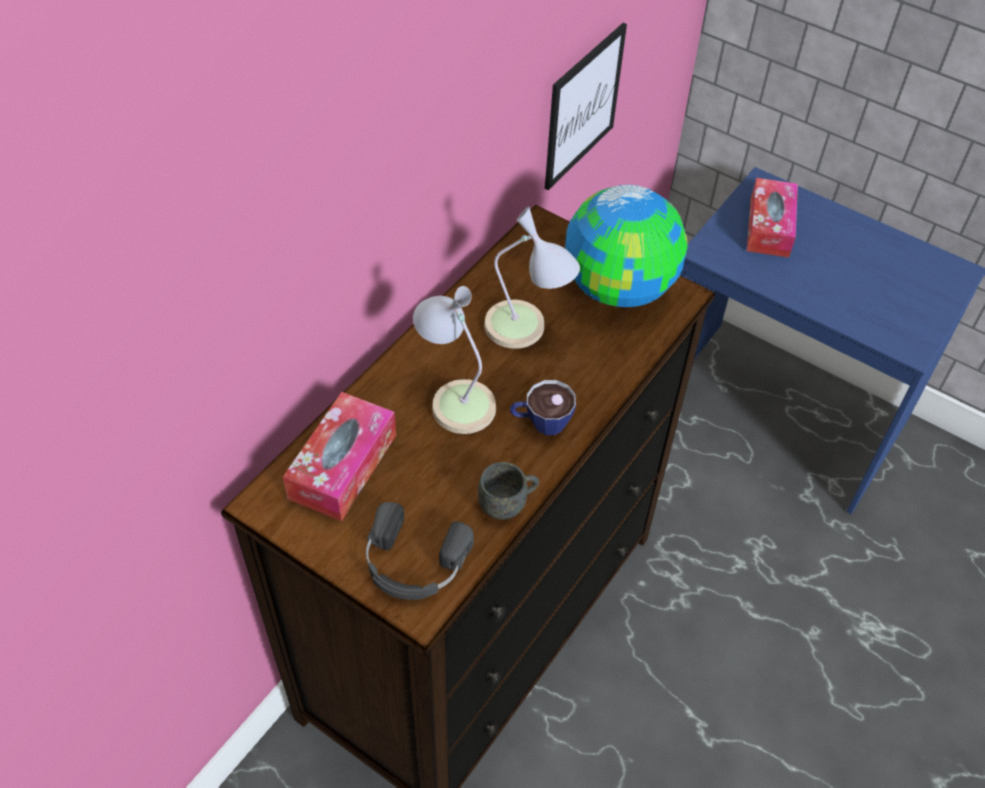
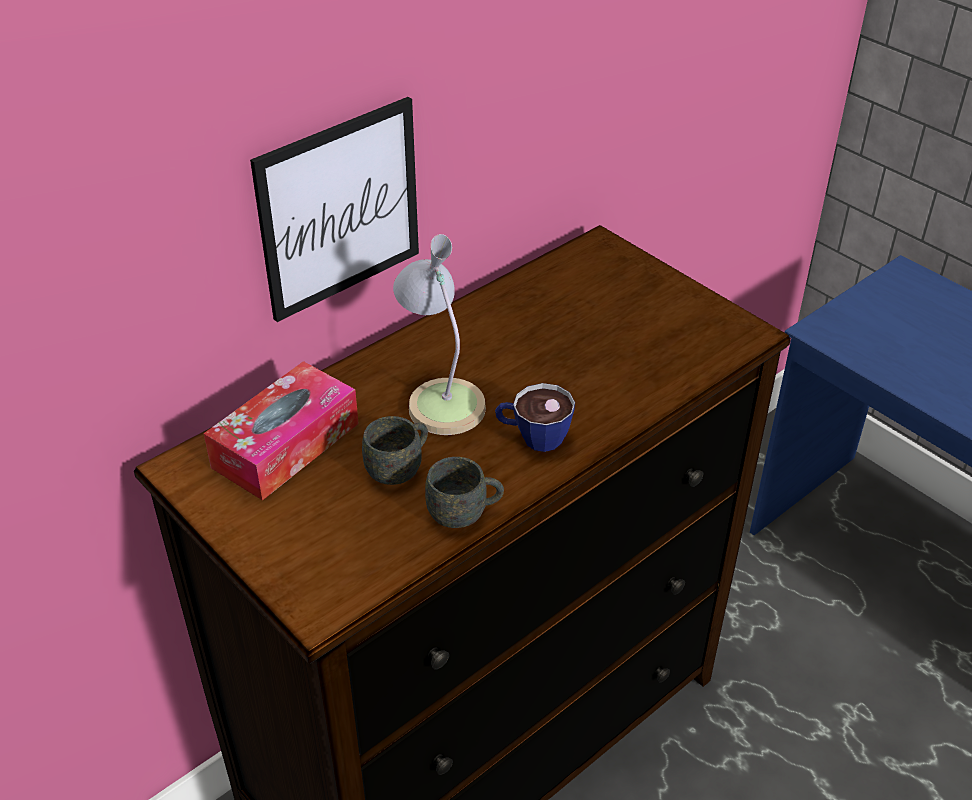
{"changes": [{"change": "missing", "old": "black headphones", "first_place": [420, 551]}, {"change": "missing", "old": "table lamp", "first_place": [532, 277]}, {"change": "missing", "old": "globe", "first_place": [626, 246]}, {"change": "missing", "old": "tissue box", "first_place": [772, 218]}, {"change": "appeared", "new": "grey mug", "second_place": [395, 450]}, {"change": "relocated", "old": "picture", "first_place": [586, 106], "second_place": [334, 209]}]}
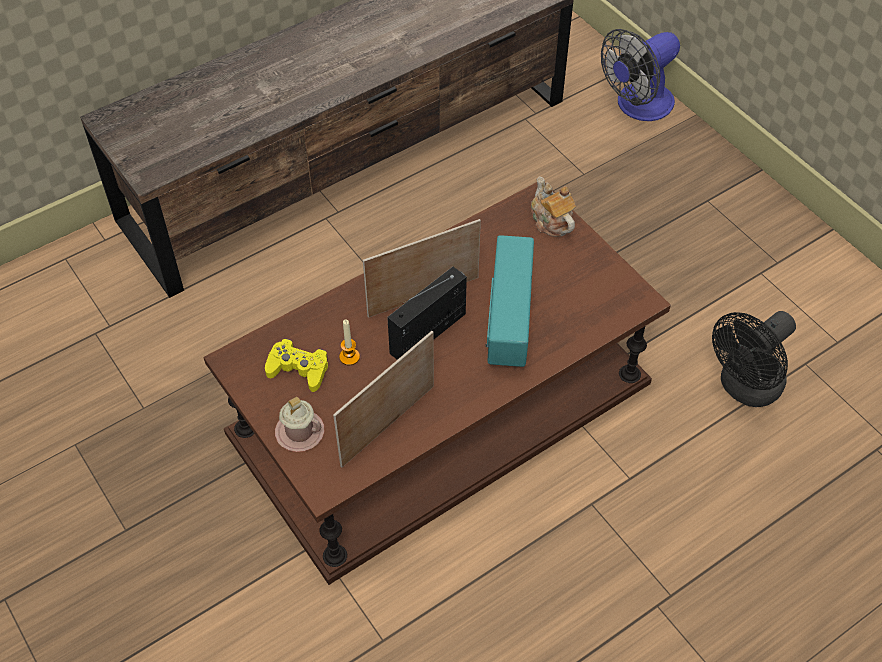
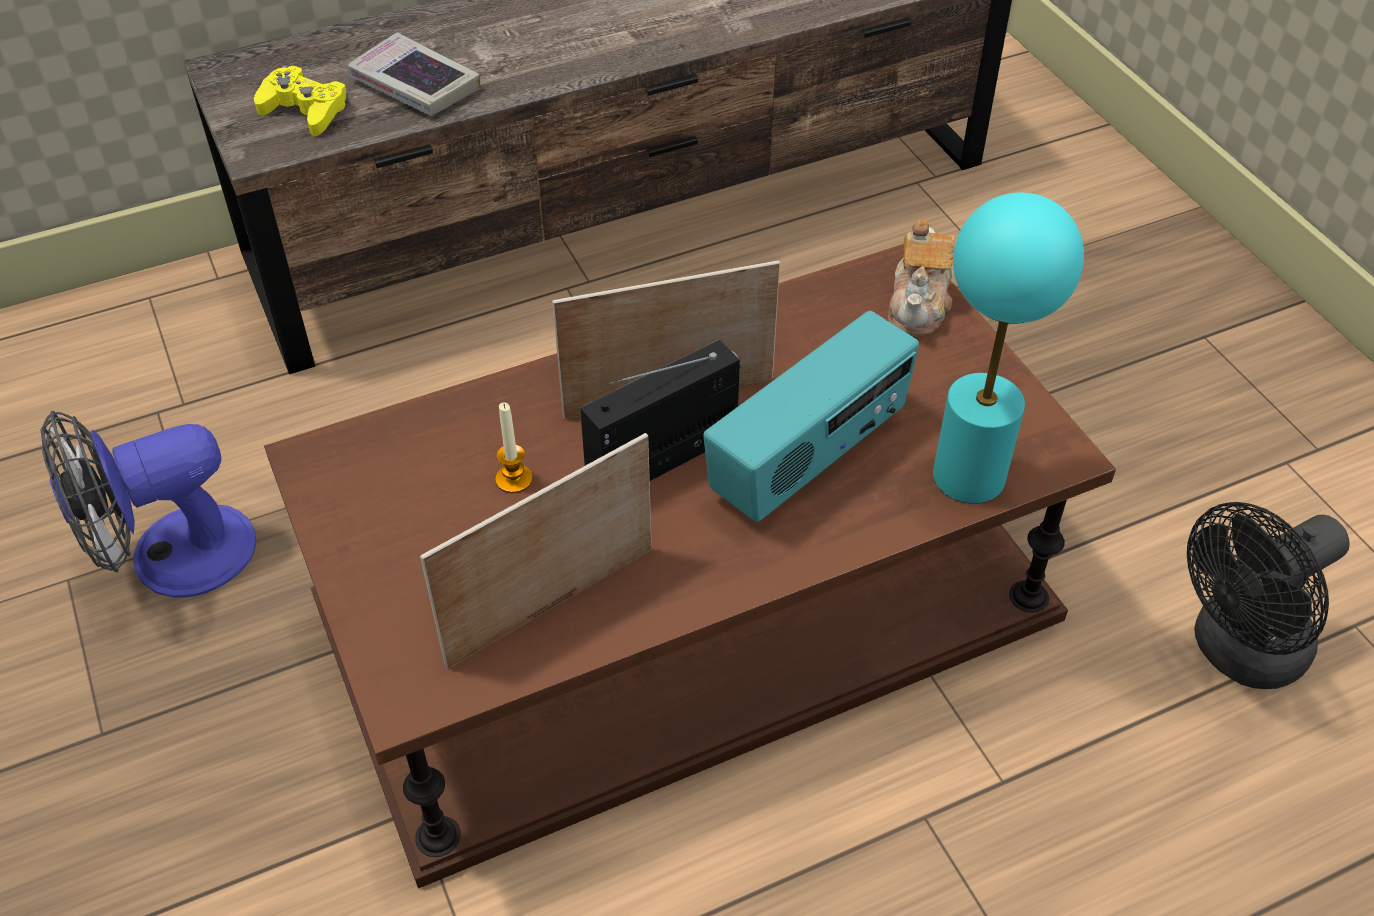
{"changes": [{"change": "missing", "old": "pink mug", "first_place": [299, 424]}, {"change": "appeared", "new": "book", "second_place": [414, 74]}, {"change": "appeared", "new": "turquoise table lamp", "second_place": [1008, 348]}, {"change": "relocated", "old": "yellow game controller", "first_place": [296, 365], "second_place": [302, 101]}, {"change": "relocated", "old": "fan", "first_place": [640, 75], "second_place": [148, 504]}, {"change": "spun", "old": "radio", "first_place": [509, 301], "second_place": [811, 416], "degrees": -150}, {"change": "spun", "old": "teapot", "first_place": [553, 207], "second_place": [921, 278], "degrees": -150}]}
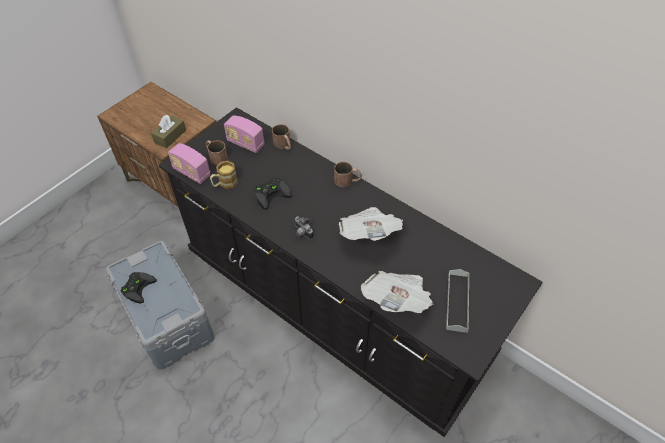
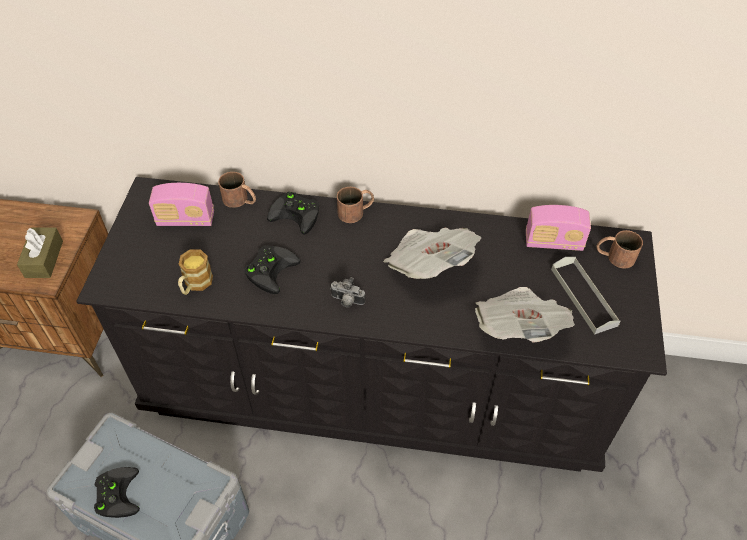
{"changes": [{"change": "appeared", "new": "black game controller", "second_place": [293, 213]}, {"change": "relocated", "old": "radio", "first_place": [189, 163], "second_place": [558, 228]}, {"change": "relocated", "old": "brown mug", "first_place": [217, 152], "second_place": [620, 249]}]}
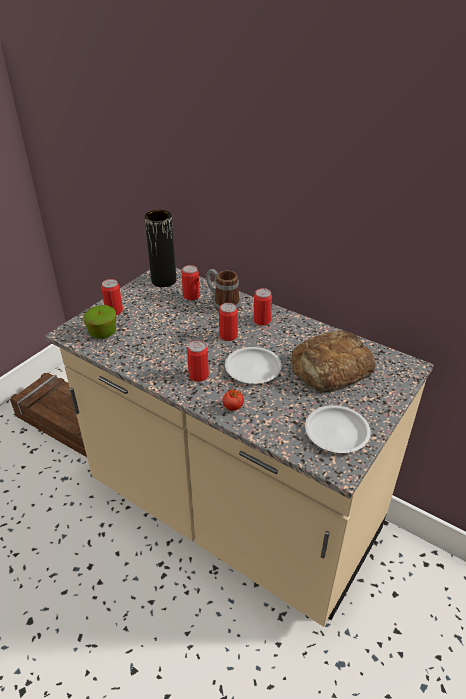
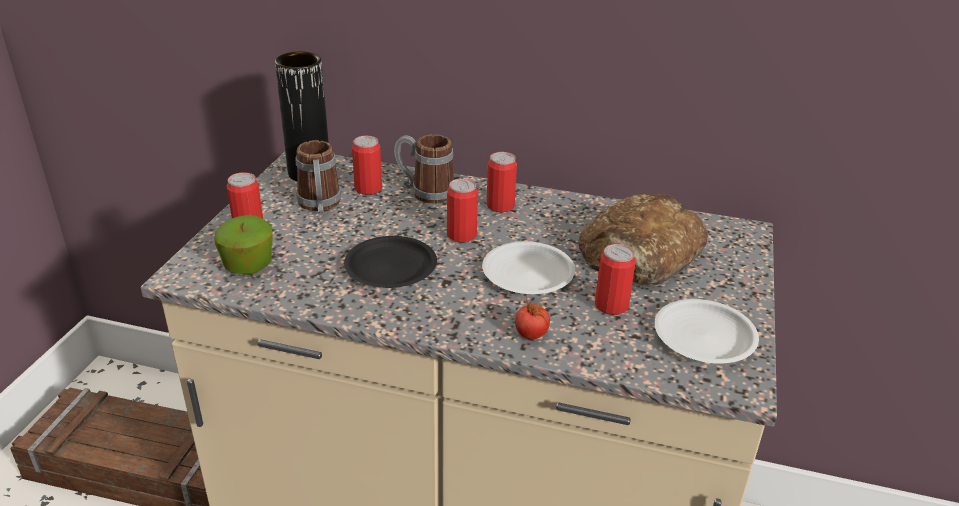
{"changes": [{"change": "appeared", "new": "mug", "second_place": [318, 176]}, {"change": "appeared", "new": "black plate", "second_place": [390, 262]}, {"change": "relocated", "old": "can", "first_place": [198, 361], "second_place": [615, 279]}]}
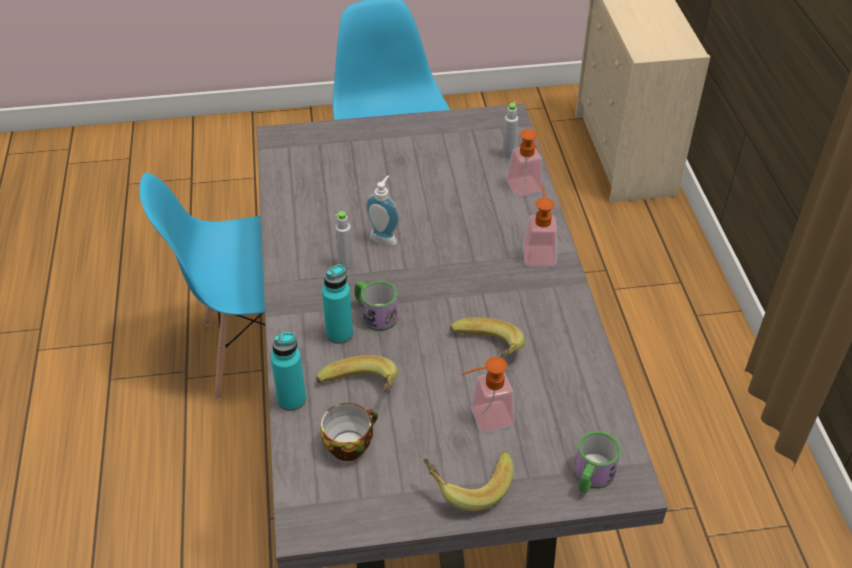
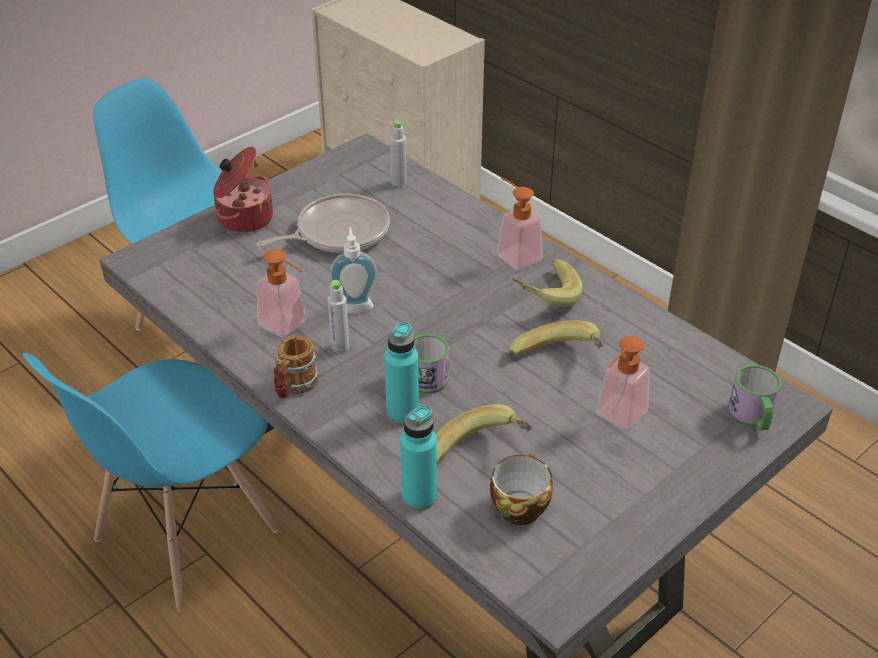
{"changes": [{"change": "appeared", "new": "cooking pot", "second_place": [243, 190]}, {"change": "appeared", "new": "frying pan", "second_place": [323, 223]}, {"change": "appeared", "new": "mug", "second_place": [296, 367]}, {"change": "relocated", "old": "banana", "first_place": [468, 481], "second_place": [547, 283]}, {"change": "relocated", "old": "soap dispenser", "first_place": [524, 163], "second_place": [282, 293]}]}
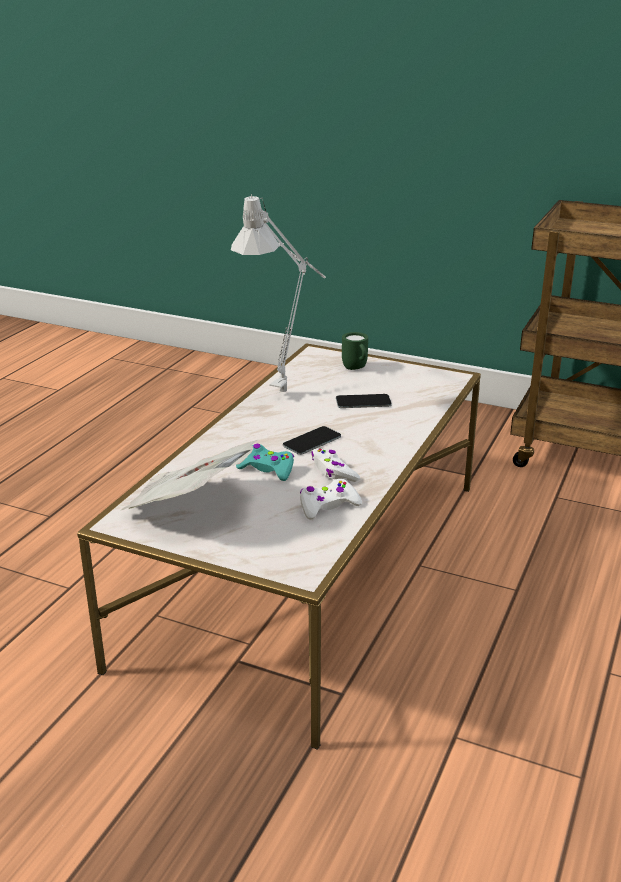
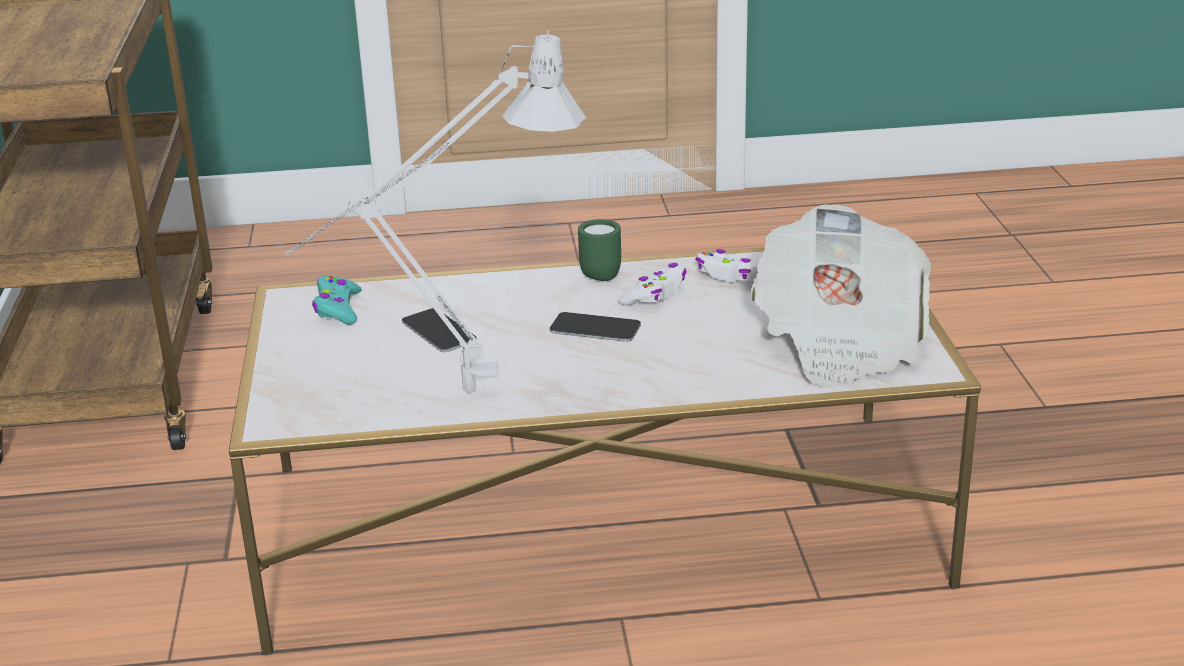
{"changes": [{"change": "relocated", "old": "turquoise game controller", "first_place": [265, 462], "second_place": [336, 300]}, {"change": "relocated", "old": "green mug", "first_place": [355, 351], "second_place": [599, 250]}]}
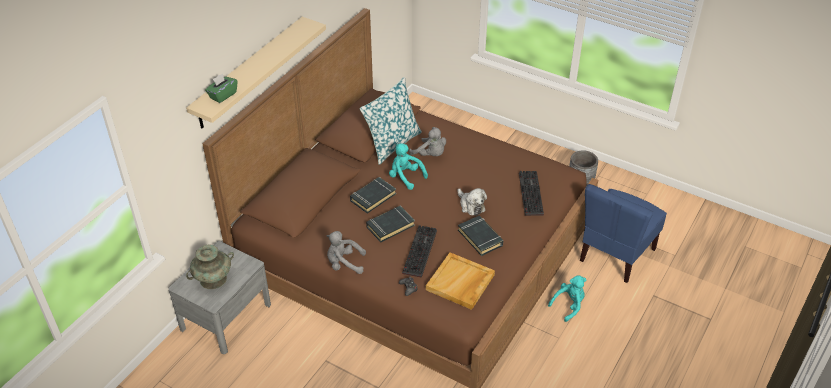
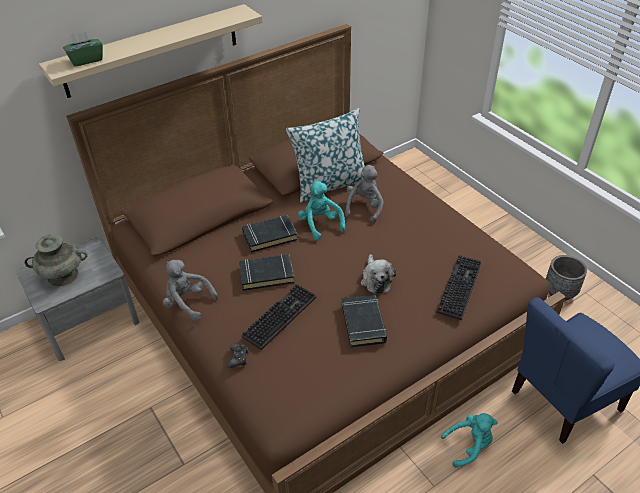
{"changes": [{"change": "missing", "old": "beige tray", "first_place": [460, 281]}, {"change": "spun", "old": "grey plush toy", "first_place": [427, 141], "second_place": [364, 194], "degrees": -135}]}
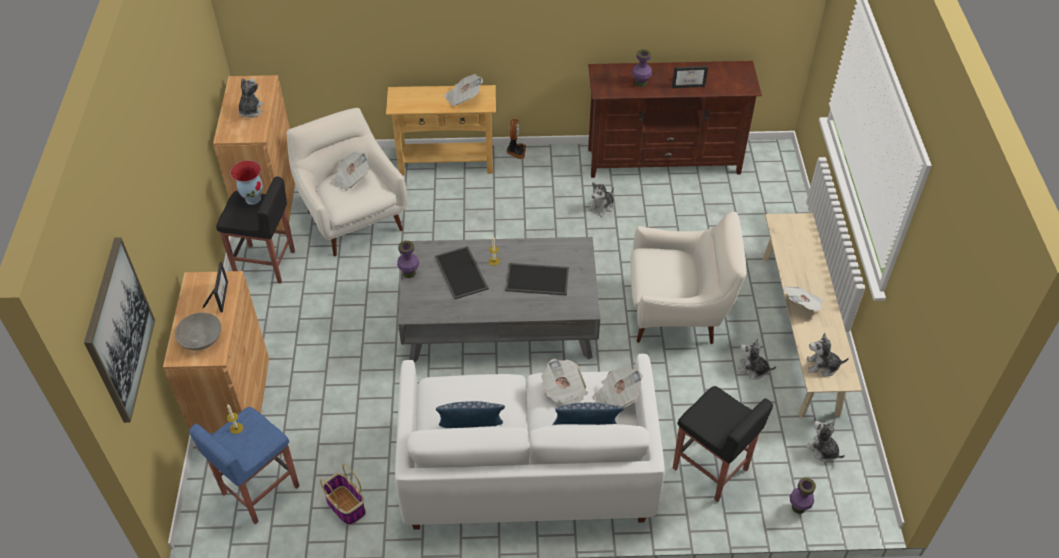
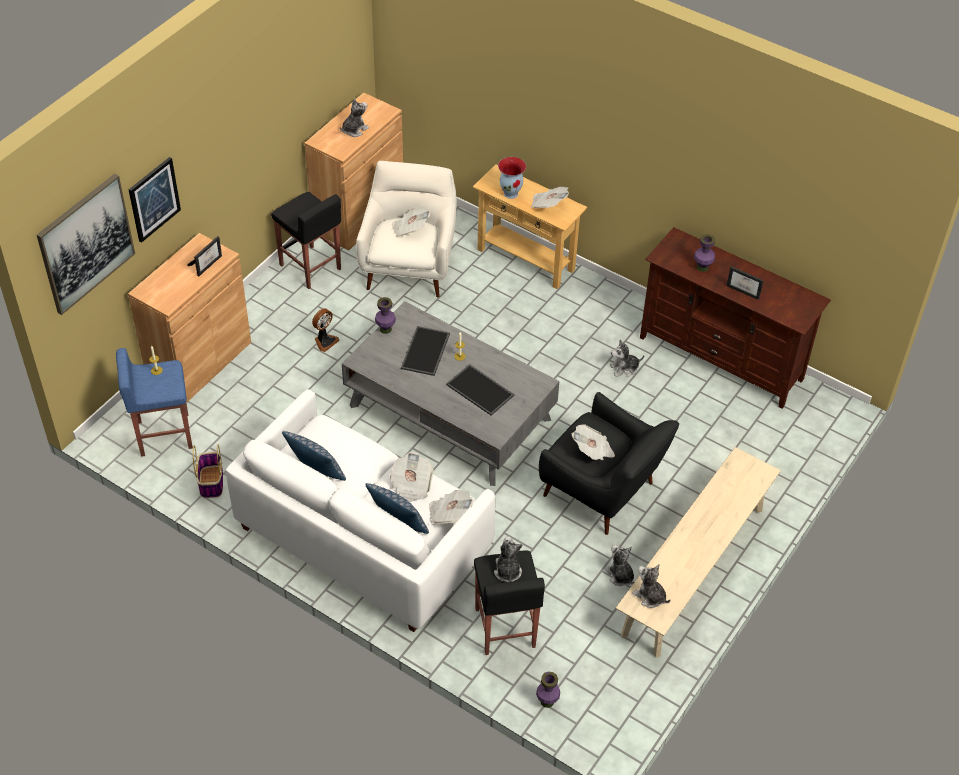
{"changes": [{"change": "missing", "old": "grey bowl", "first_place": [197, 331]}, {"change": "appeared", "new": "picture", "second_place": [154, 200]}, {"change": "relocated", "old": "vase", "first_place": [246, 183], "second_place": [512, 178]}, {"change": "relocated", "old": "fan", "first_place": [516, 139], "second_place": [326, 330]}, {"change": "relocated", "old": "newspaper", "first_place": [804, 298], "second_place": [593, 442]}, {"change": "relocated", "old": "plush toy", "first_place": [825, 441], "second_place": [508, 559]}, {"change": "colour", "old": "white armchair", "new": "black armchair", "first_place": [688, 278], "second_place": [609, 463]}]}
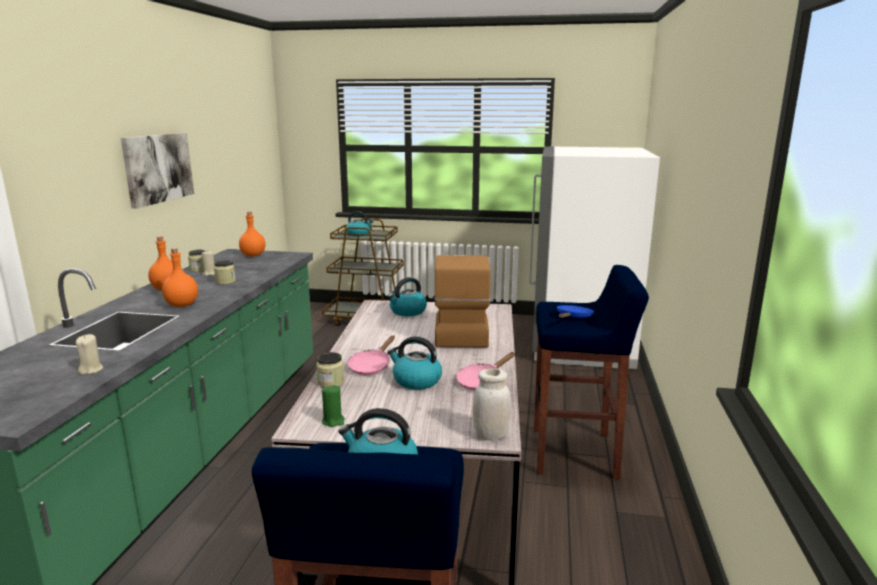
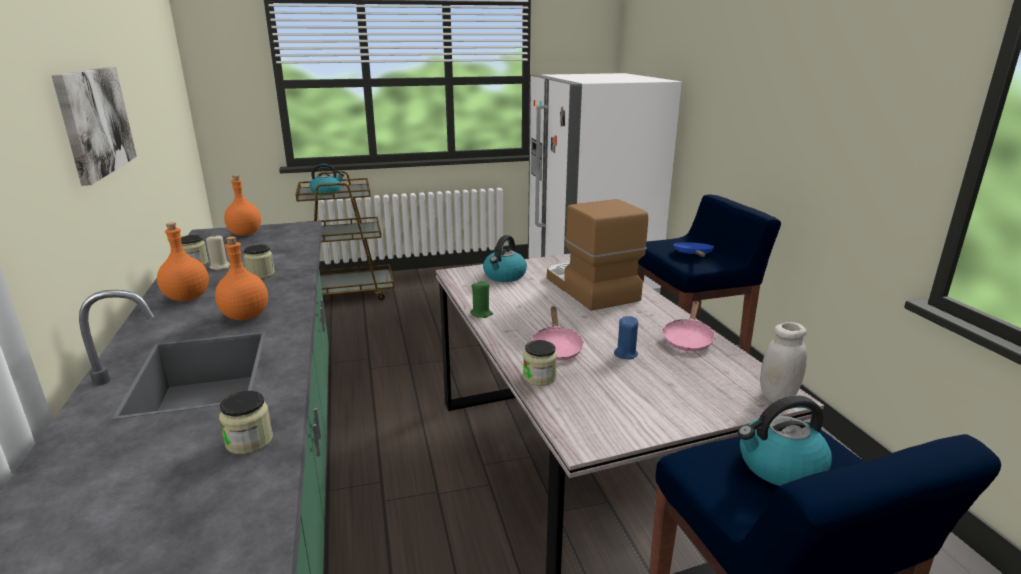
{"changes": [{"change": "relocated", "old": "green candle", "first_place": [333, 406], "second_place": [481, 299]}, {"change": "exchanged", "old": "beige candle", "new": "jar", "first_place": [89, 354], "second_place": [246, 422]}, {"change": "exchanged", "old": "kettle", "new": "blue candle", "first_place": [414, 363], "second_place": [626, 338]}]}
